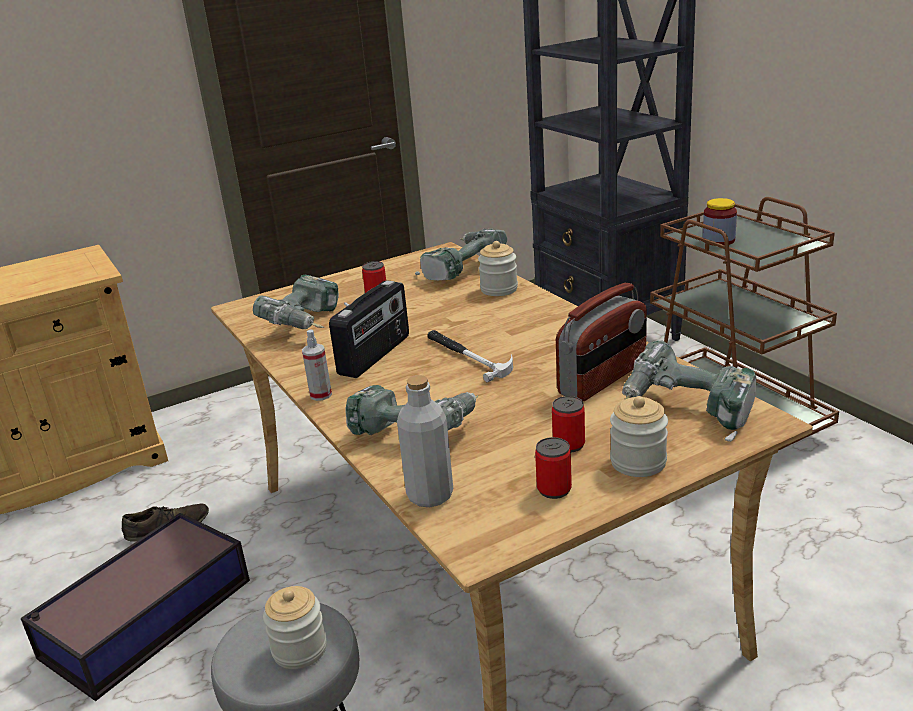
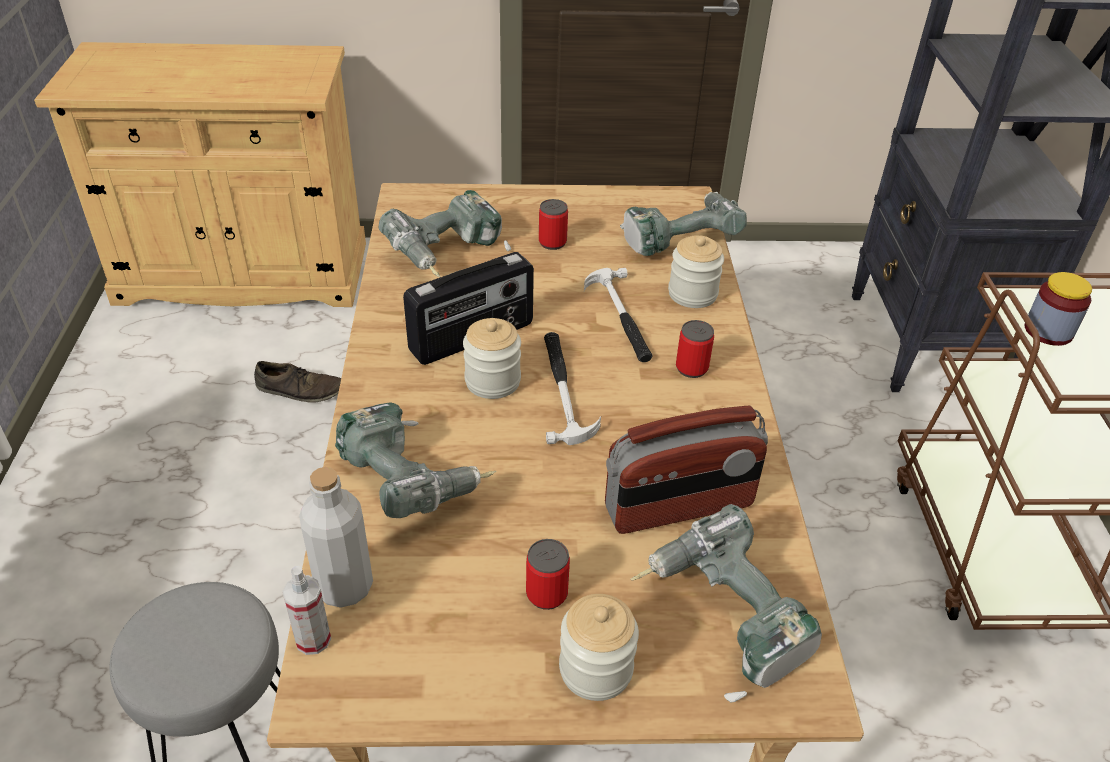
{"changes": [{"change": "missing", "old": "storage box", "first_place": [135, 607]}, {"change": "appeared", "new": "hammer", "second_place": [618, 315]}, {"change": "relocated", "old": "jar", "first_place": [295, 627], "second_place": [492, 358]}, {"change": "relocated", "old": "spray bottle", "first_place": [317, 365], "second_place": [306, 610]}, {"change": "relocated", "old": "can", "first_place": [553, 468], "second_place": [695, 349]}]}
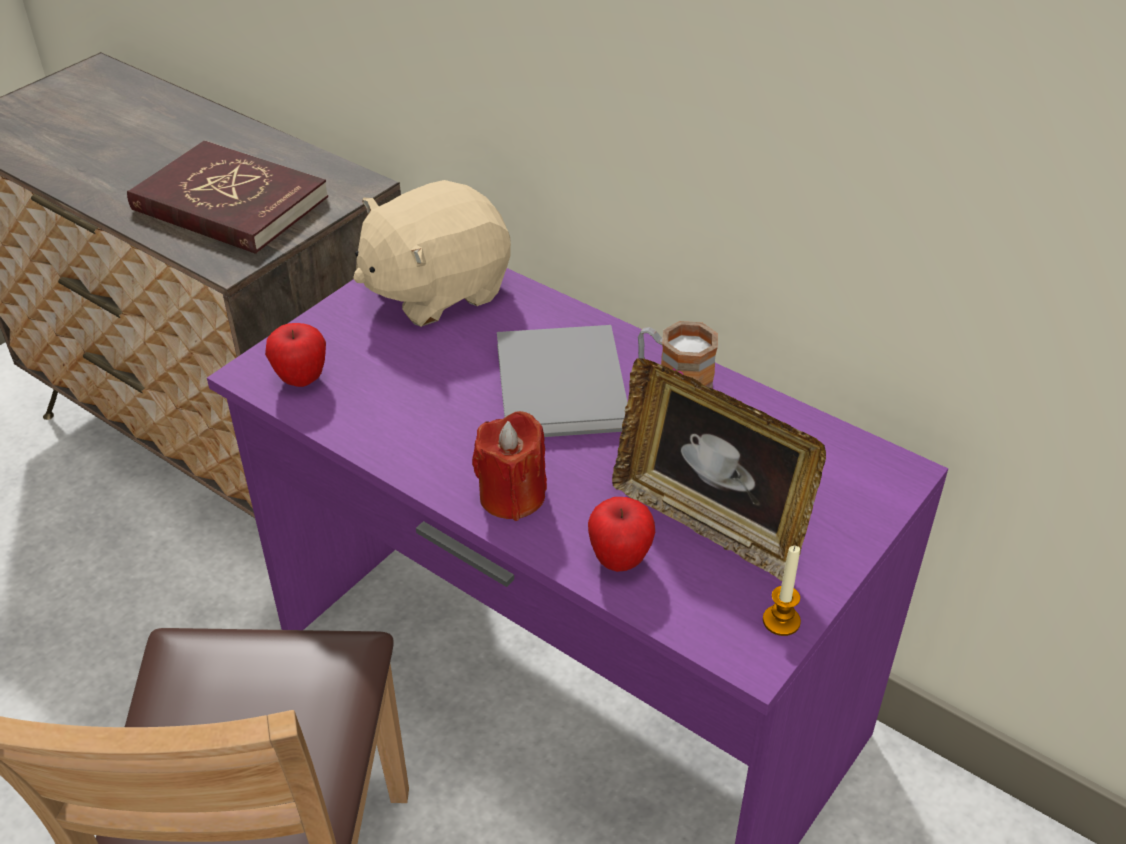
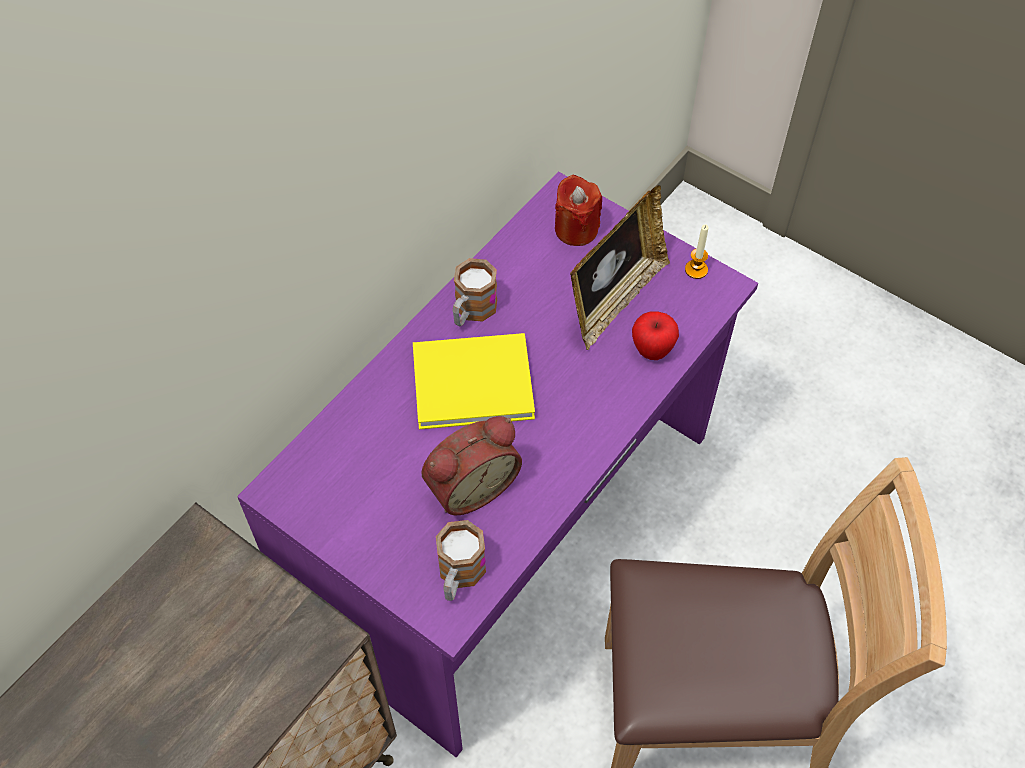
{"changes": [{"change": "missing", "old": "red book", "first_place": [227, 197]}, {"change": "missing", "old": "beige plush toy", "first_place": [432, 253]}, {"change": "appeared", "new": "alarm clock", "second_place": [471, 465]}, {"change": "relocated", "old": "red candle", "first_place": [509, 466], "second_place": [578, 210]}, {"change": "exchanged", "old": "apple", "new": "mug", "first_place": [295, 355], "second_place": [461, 560]}, {"change": "colour", "old": "grey book", "new": "yellow book", "first_place": [562, 381], "second_place": [474, 381]}]}
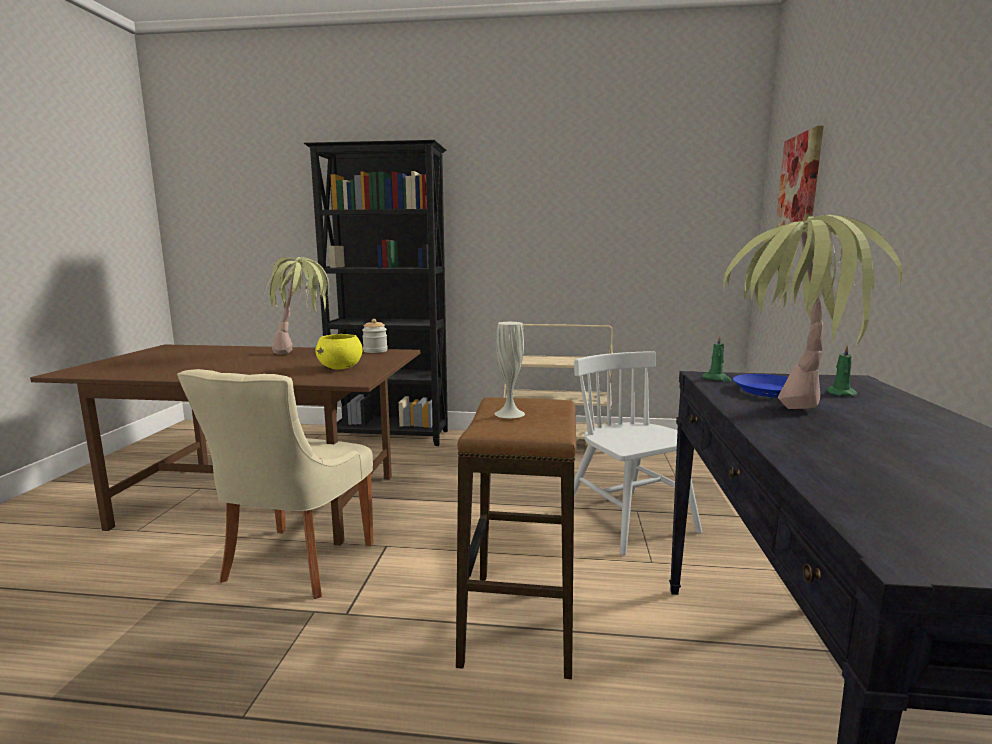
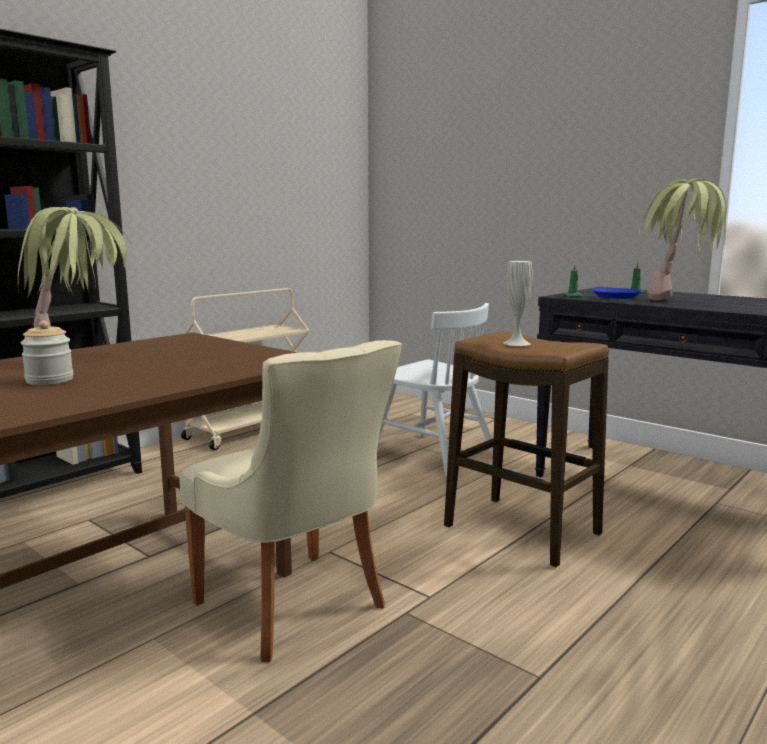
{"changes": [{"change": "missing", "old": "yellow bowl", "first_place": [339, 352]}, {"change": "missing", "old": "picture", "first_place": [799, 177]}, {"change": "relocated", "old": "jar", "first_place": [375, 336], "second_place": [47, 353]}, {"change": "spun", "old": "white chair", "first_place": [638, 453], "second_place": [435, 390], "degrees": -150}]}
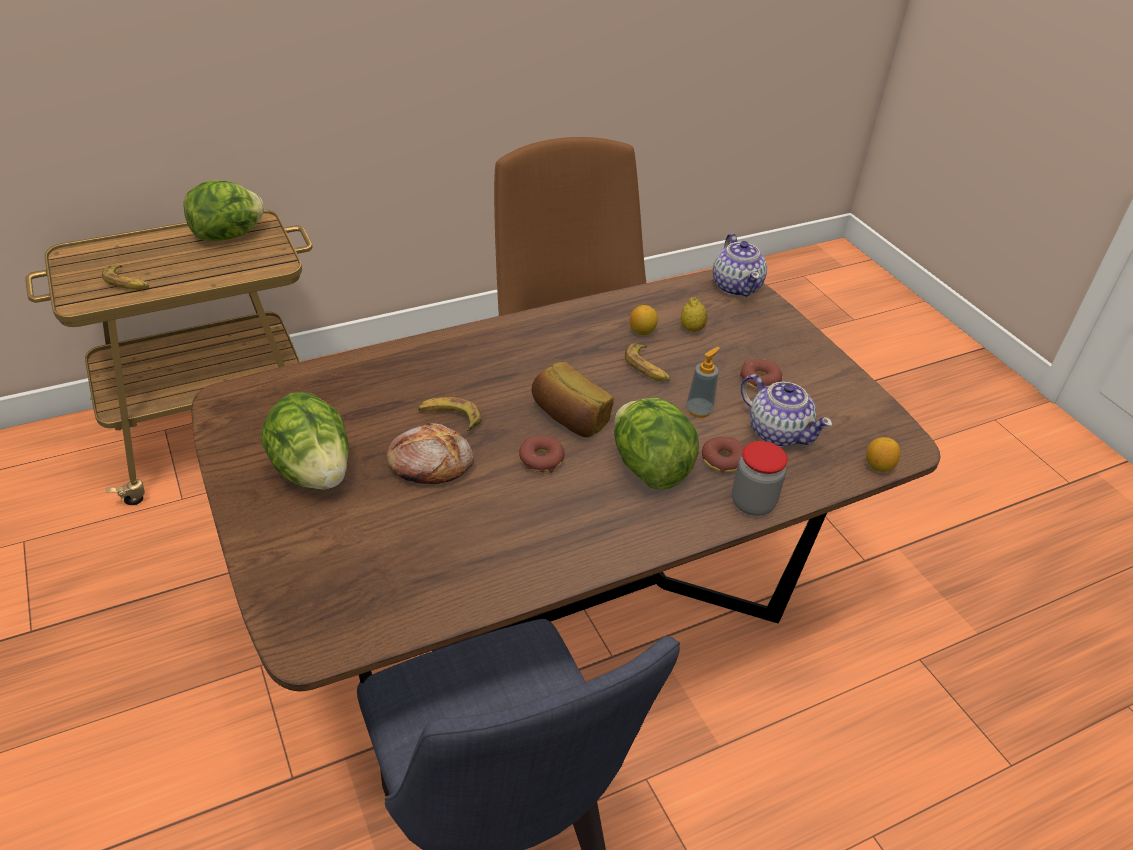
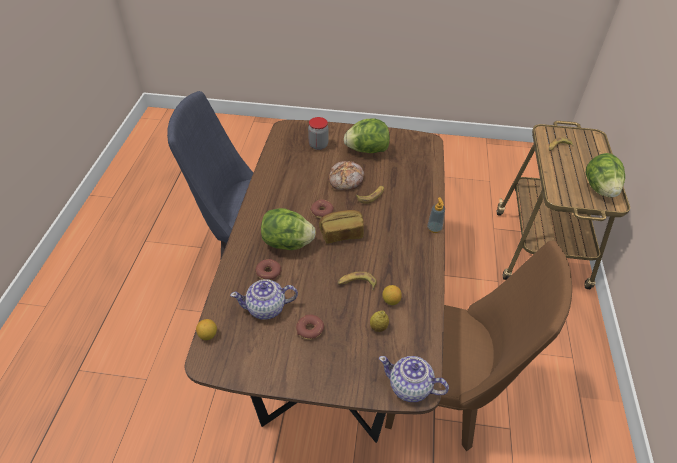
{"changes": [{"change": "relocated", "old": "soap dispenser", "first_place": [703, 382], "second_place": [436, 215]}, {"change": "relocated", "old": "jar", "first_place": [760, 478], "second_place": [318, 133]}]}
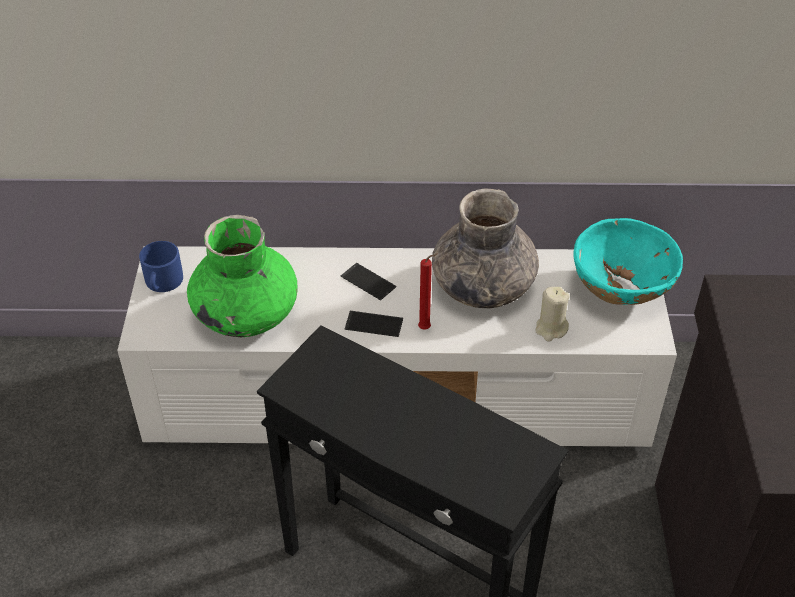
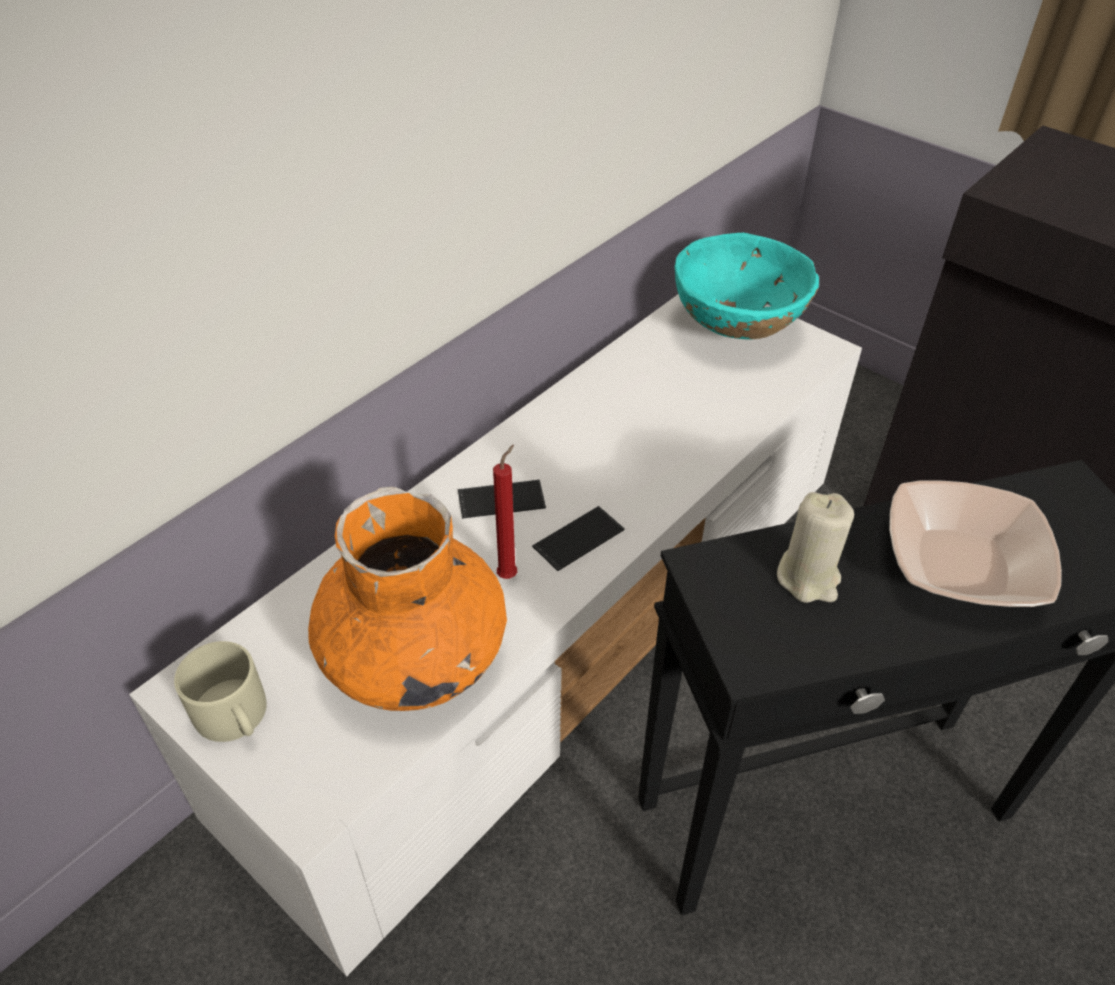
{"changes": [{"change": "missing", "old": "grey vase", "first_place": [485, 248]}, {"change": "appeared", "new": "bowl", "second_place": [975, 543]}, {"change": "relocated", "old": "red candle", "first_place": [427, 291], "second_place": [505, 511]}, {"change": "relocated", "old": "beige candle", "first_place": [553, 314], "second_place": [815, 547]}, {"change": "colour", "old": "blue mug", "new": "beige mug", "first_place": [161, 266], "second_place": [220, 691]}, {"change": "colour", "old": "green vase", "new": "orange vase", "first_place": [242, 276], "second_place": [407, 599]}]}
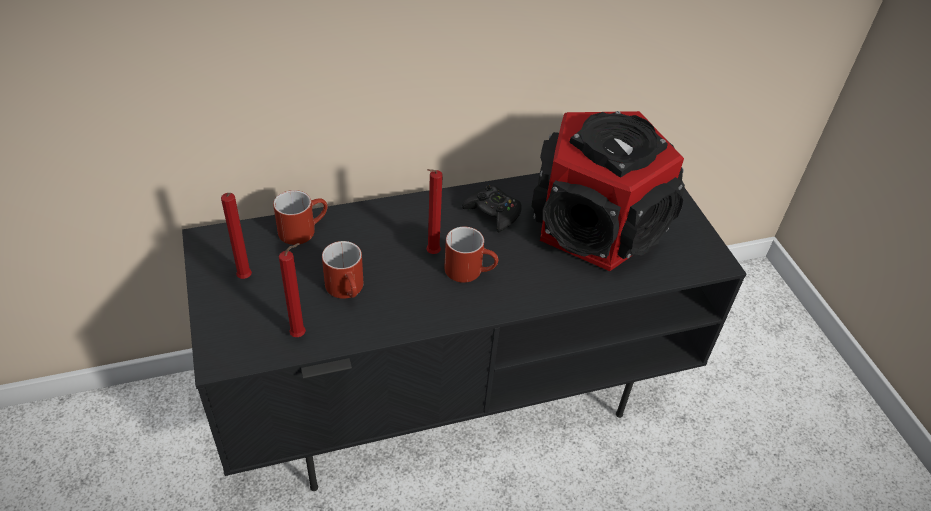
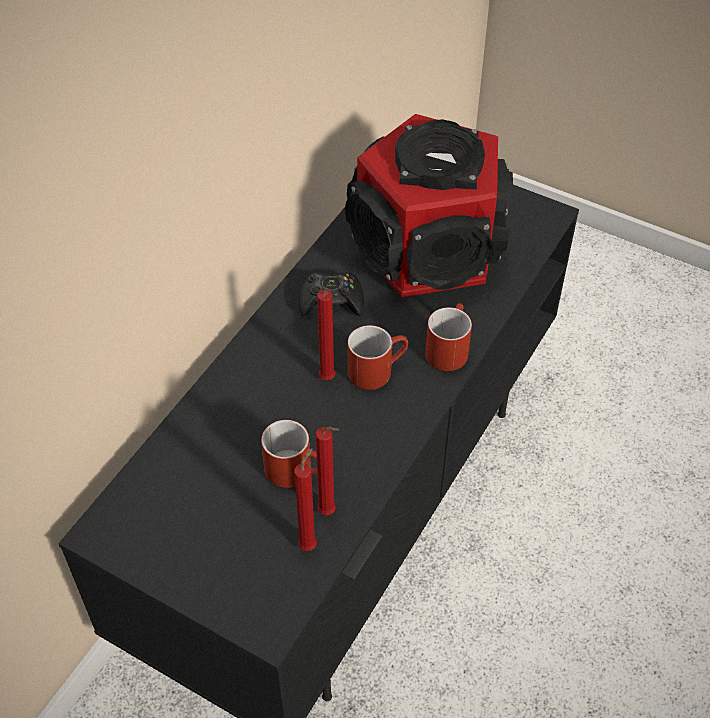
{"changes": [{"change": "relocated", "old": "red candle", "first_place": [236, 236], "second_place": [327, 471]}, {"change": "relocated", "old": "red mug", "first_place": [300, 217], "second_place": [448, 337]}]}
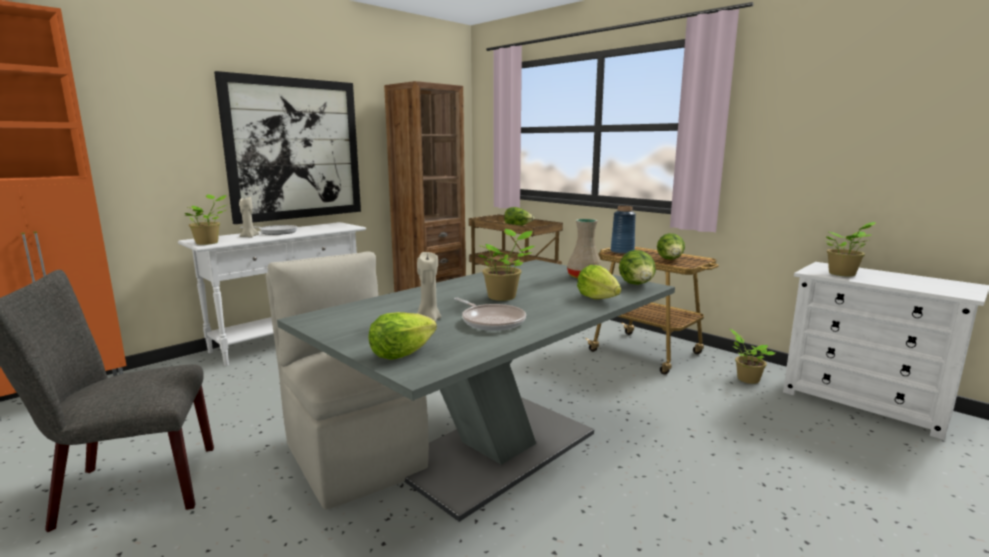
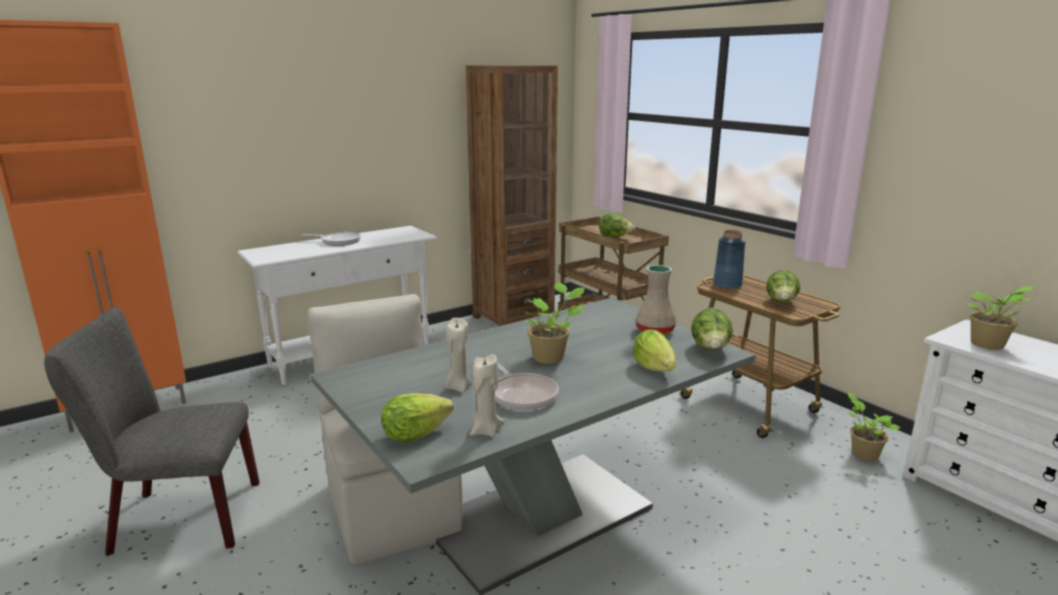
{"changes": [{"change": "missing", "old": "potted plant", "first_place": [206, 219]}, {"change": "missing", "old": "picture", "first_place": [287, 147]}, {"change": "relocated", "old": "beige candle", "first_place": [249, 217], "second_place": [487, 395]}]}
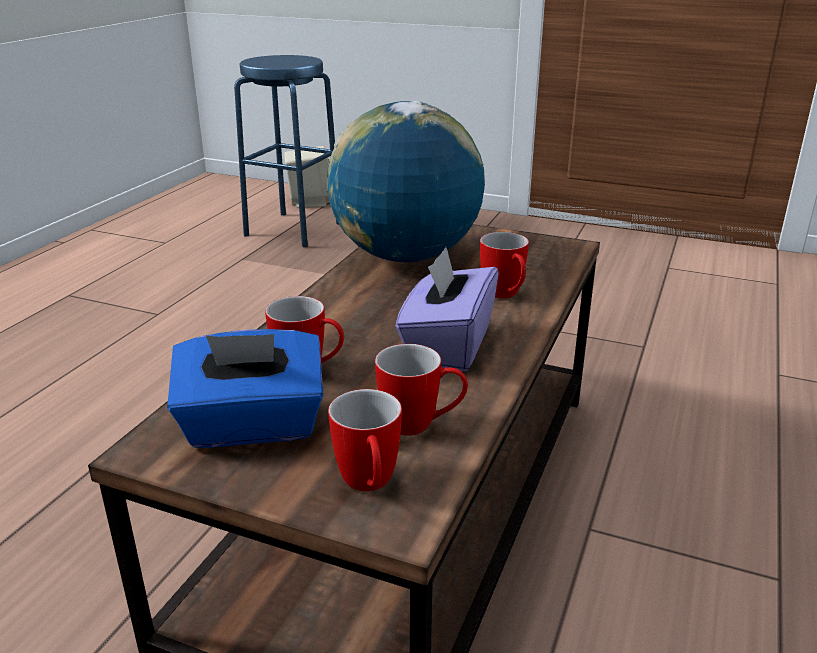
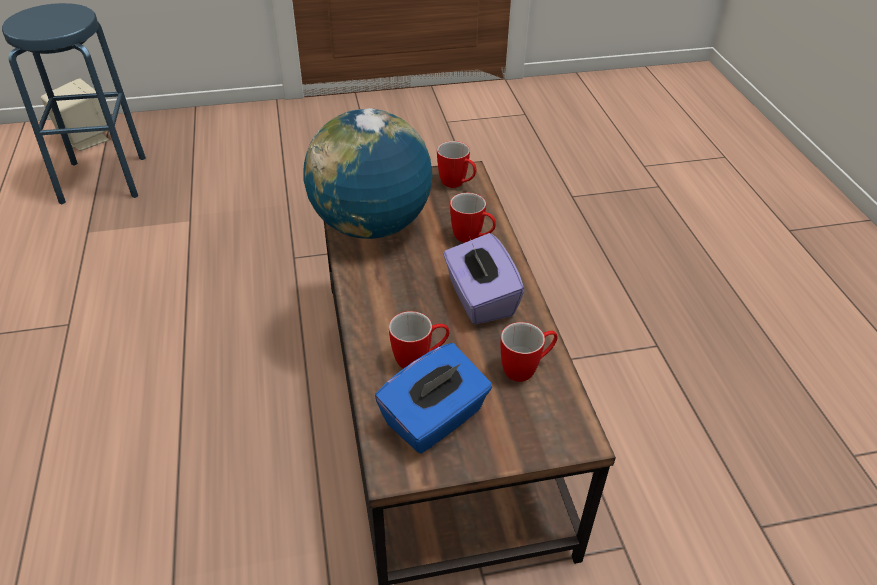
{"changes": [{"change": "relocated", "old": "mug", "first_place": [365, 440], "second_place": [456, 164]}]}
